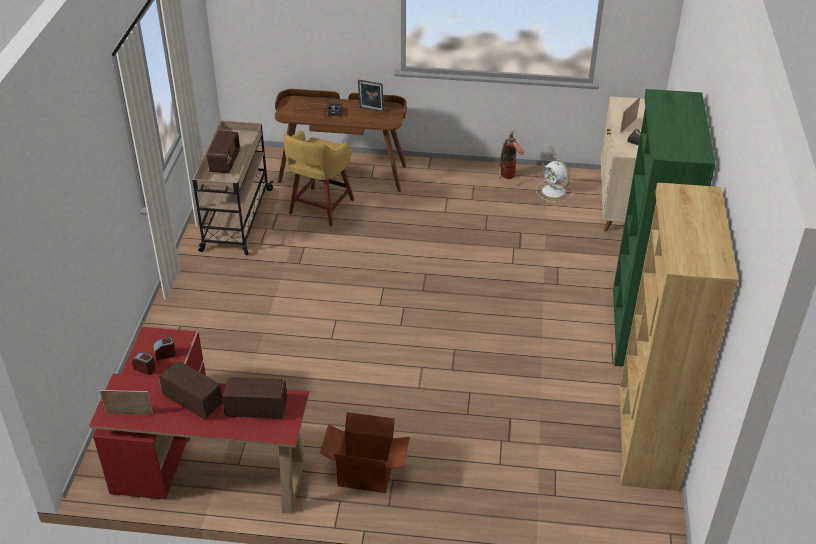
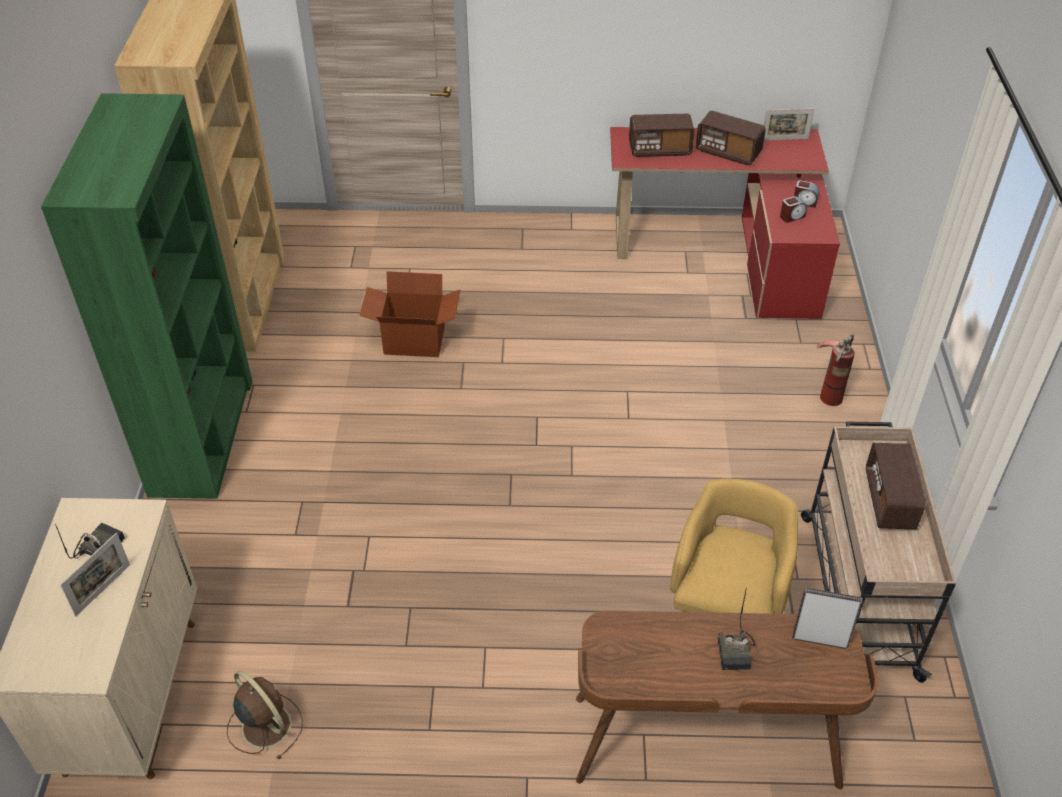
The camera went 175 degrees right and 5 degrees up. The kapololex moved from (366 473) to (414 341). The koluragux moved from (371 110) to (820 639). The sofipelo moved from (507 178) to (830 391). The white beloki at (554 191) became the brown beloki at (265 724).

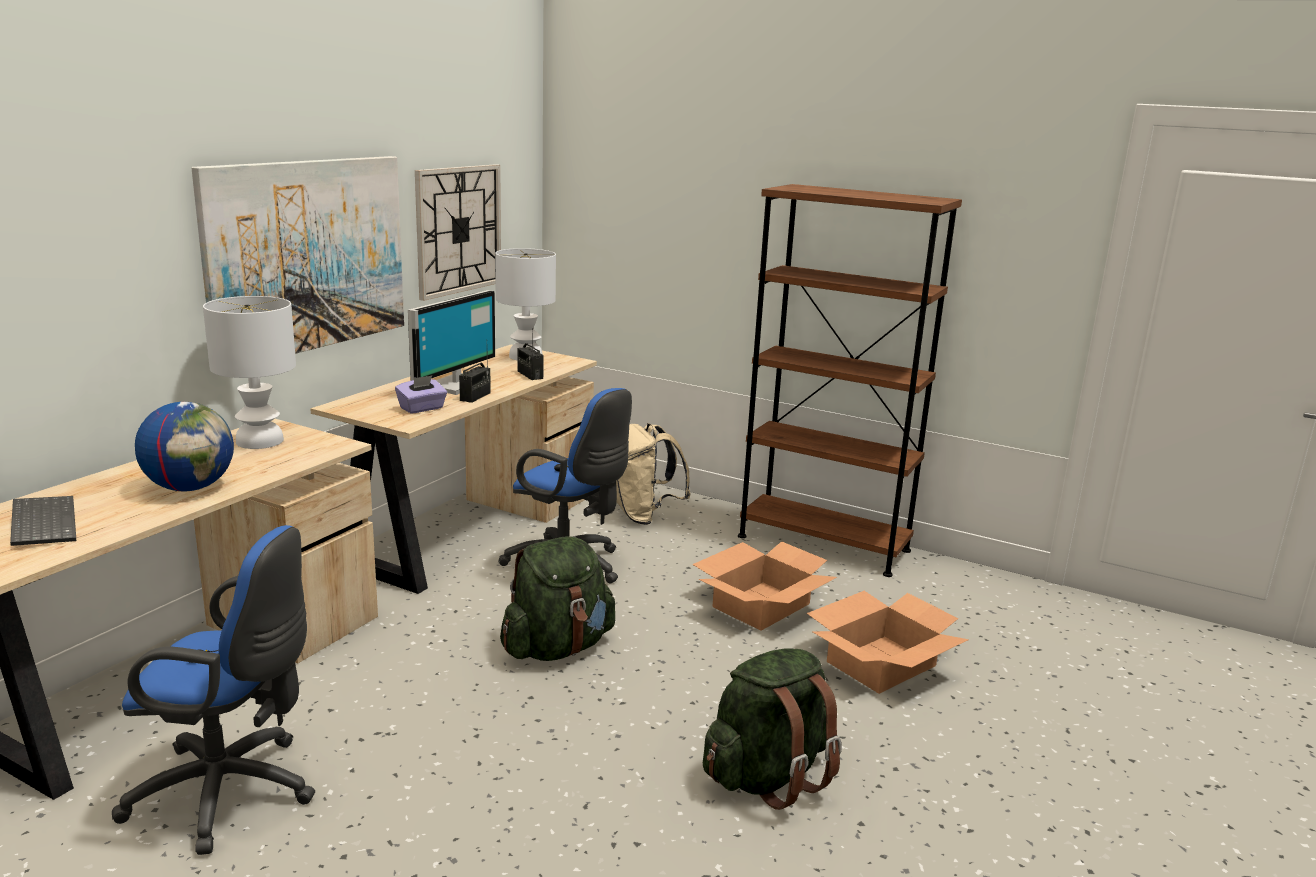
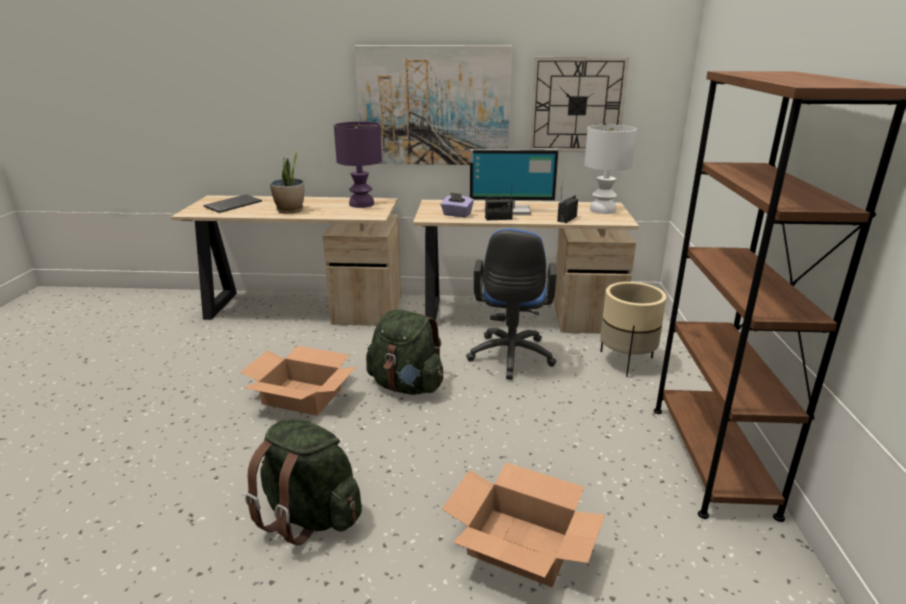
The camera went 65 degrees right and 5 degrees up. The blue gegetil at (232 793) disappeared. The kapololex moved from (761 605) to (302 396). The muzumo at (190 487) was replaced by the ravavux at (290 210). The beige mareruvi at (645 516) was replaced by the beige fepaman at (626 362). The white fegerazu at (260 440) became the purple fegerazu at (362 204).

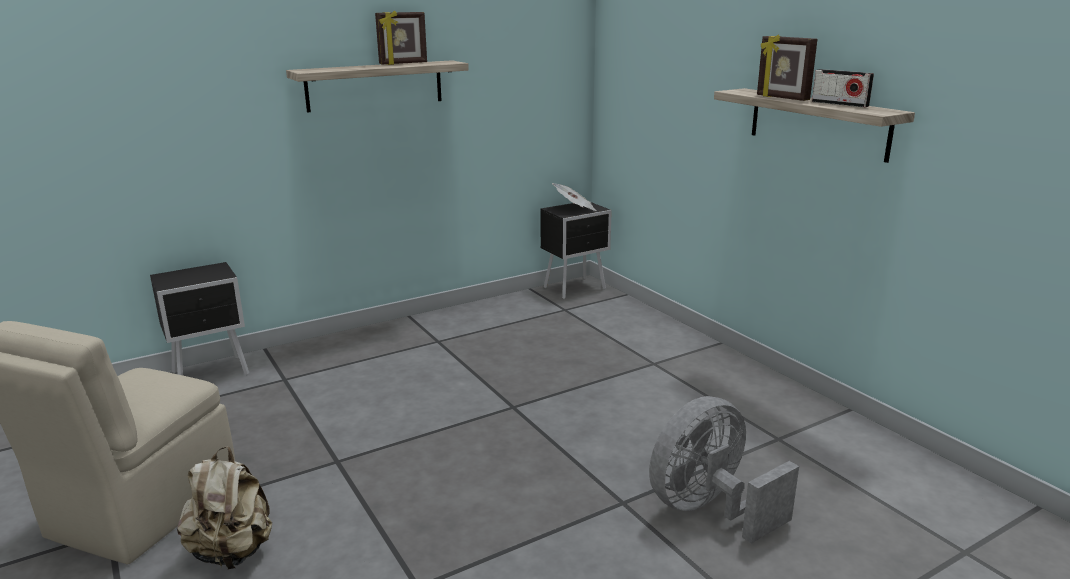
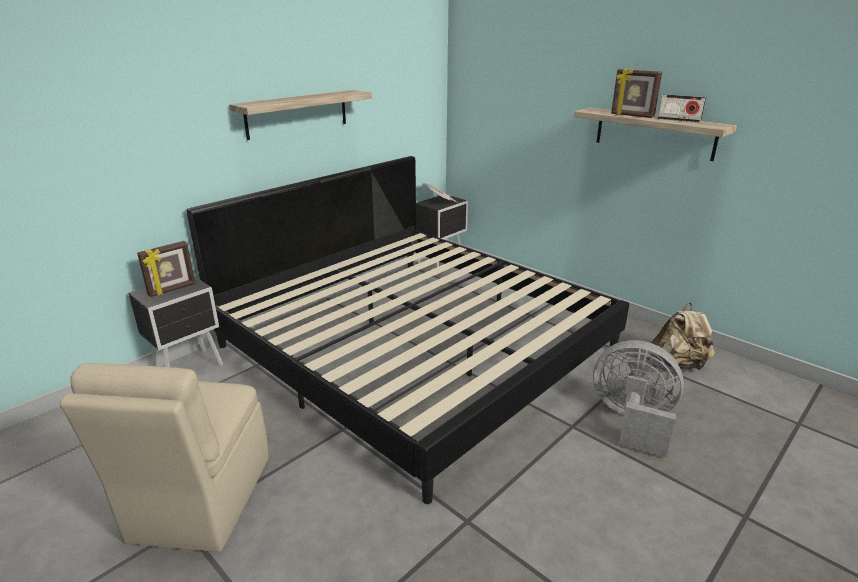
The camera went 15 degrees left and 5 degrees up. The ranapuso at (416 348) appeared. The beige mareruvi moved from (232 552) to (679 364). The koluragux moved from (403 63) to (172 290). The grey beloki at (709 509) turned 75 degrees clockwise.

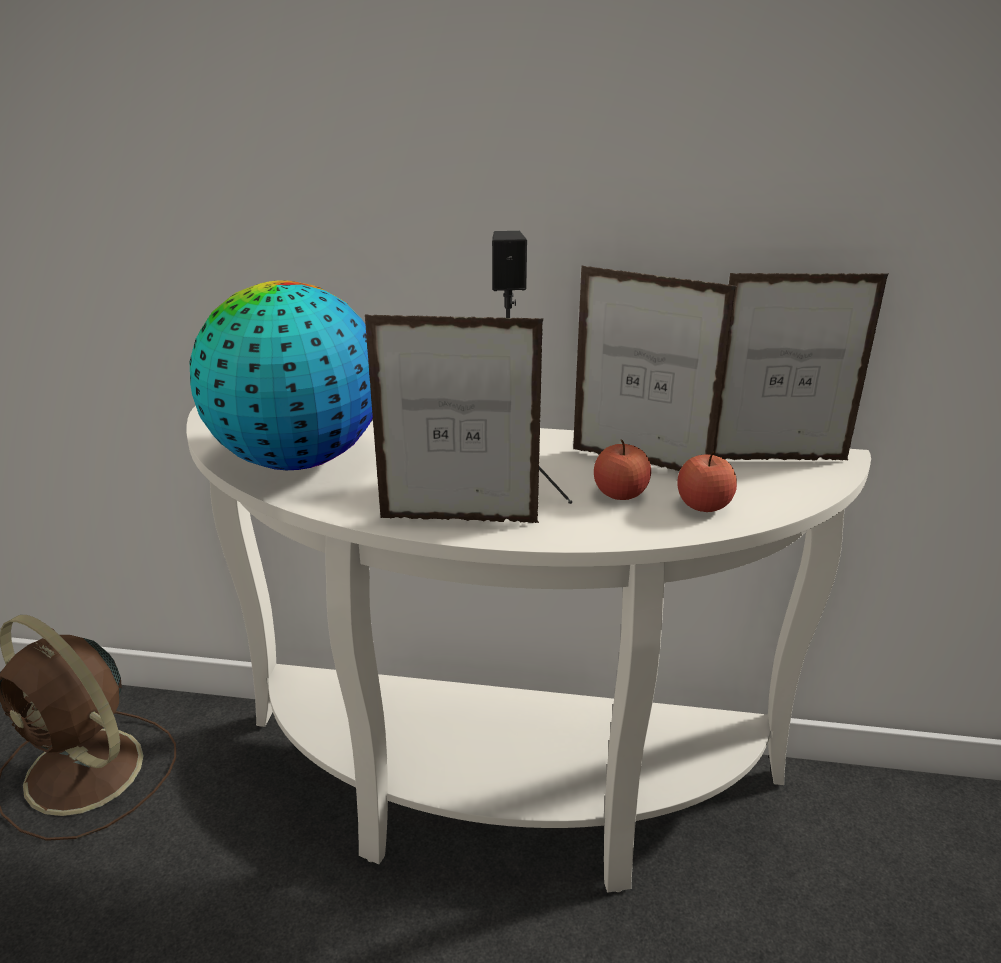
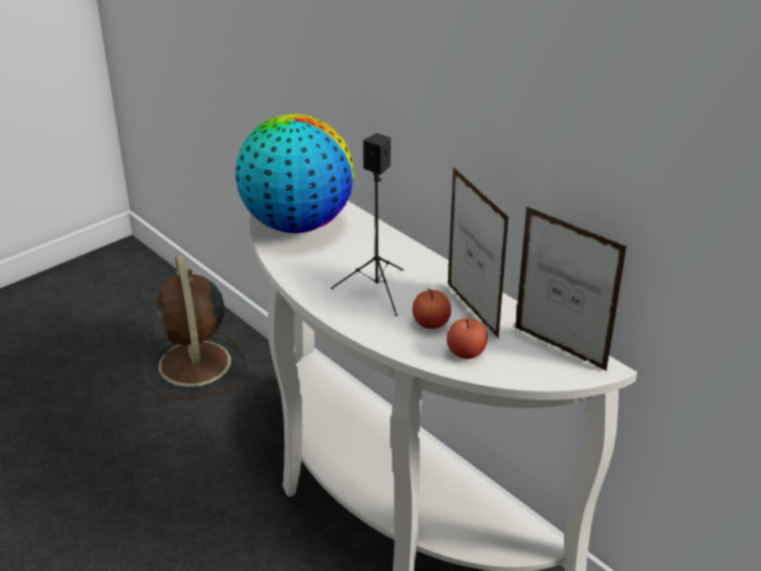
The camera went 40 degrees right and 5 degrees up. The koluragux at (459 520) disappeared.

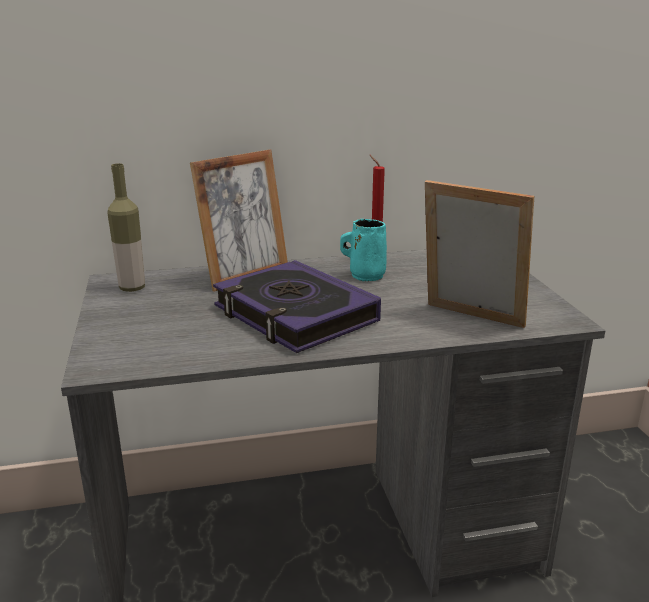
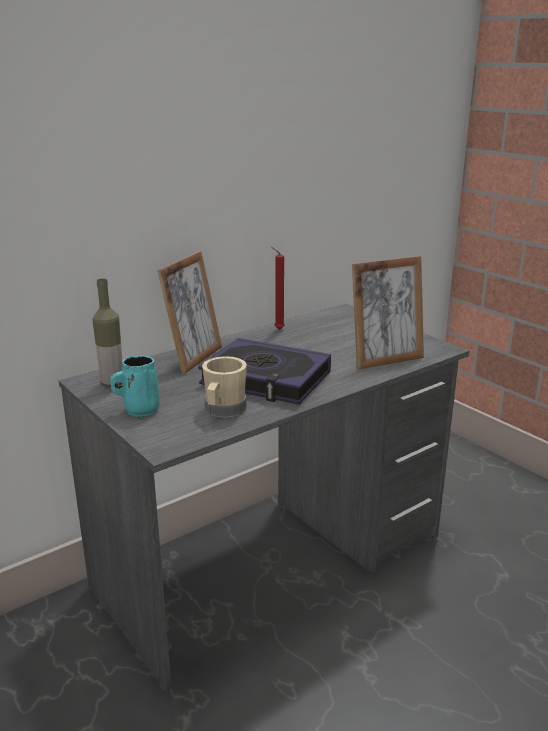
The camera went 25 degrees left and 0 degrees up. The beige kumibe at (223 410) appeared. The turquoise kumibe moved from (365 275) to (139 410). The koluragux at (470 320) turned 150 degrees clockwise.

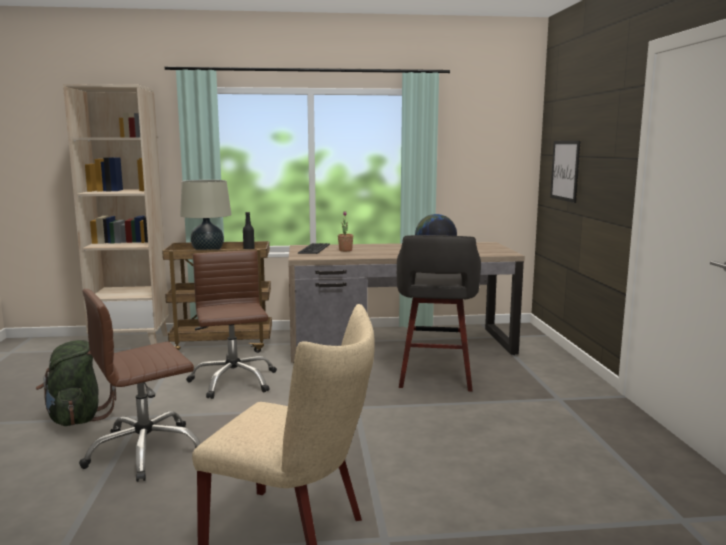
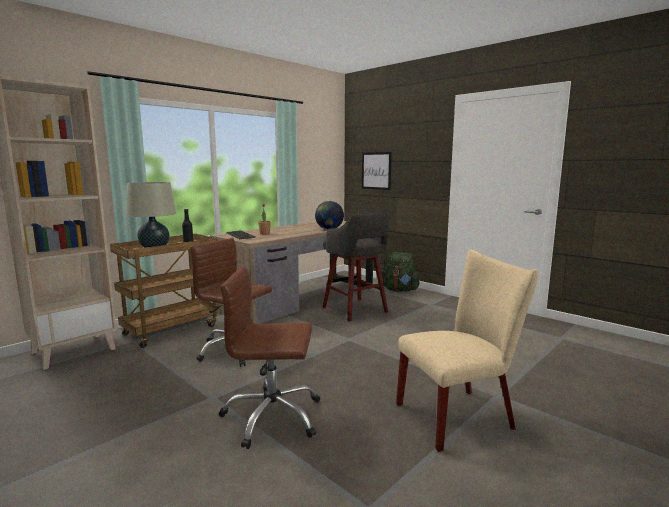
The camera went 40 degrees left and 0 degrees up. The green mareruvi moved from (77 418) to (399 290). The brown gegetil at (145 451) turned 75 degrees clockwise.

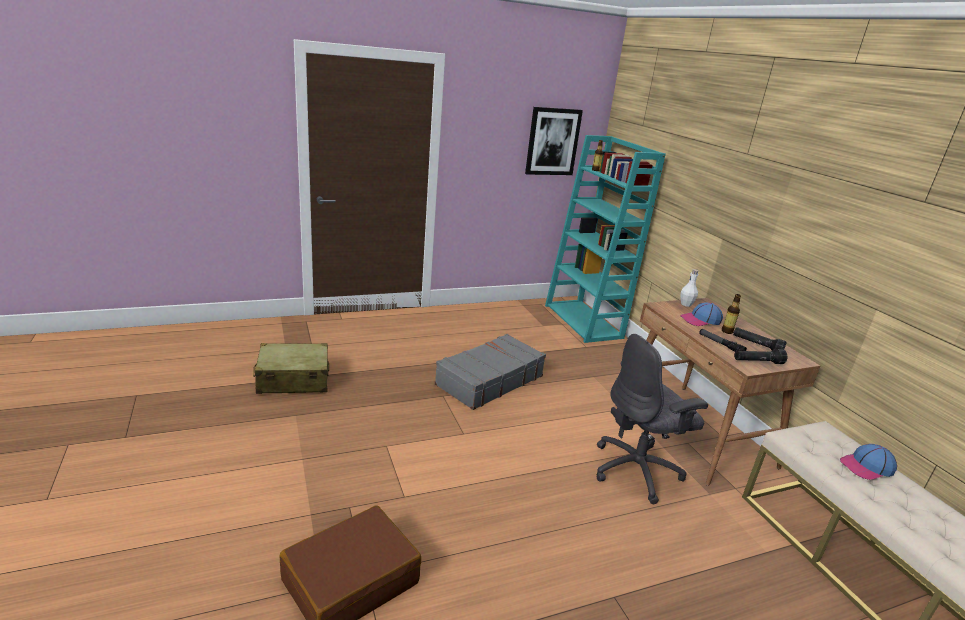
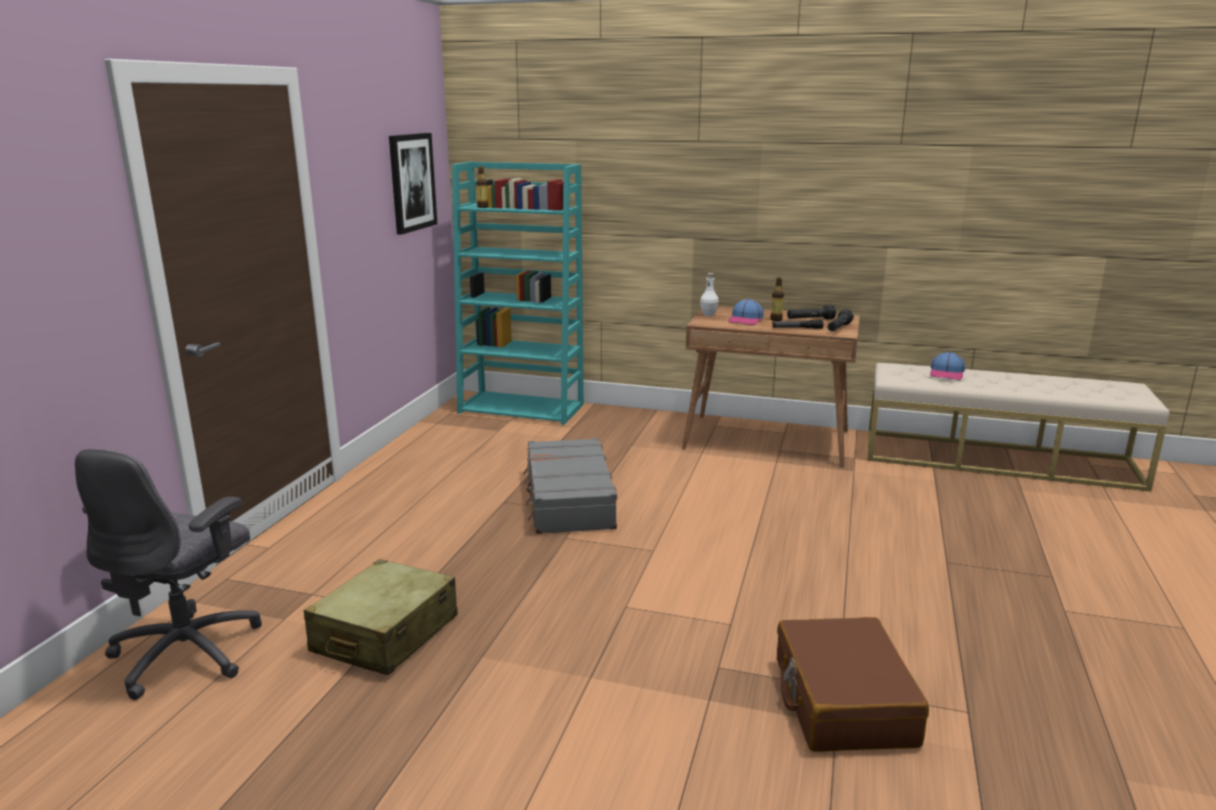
The camera went 50 degrees left and 5 degrees down. The grey gegetil moved from (637 470) to (189 652).

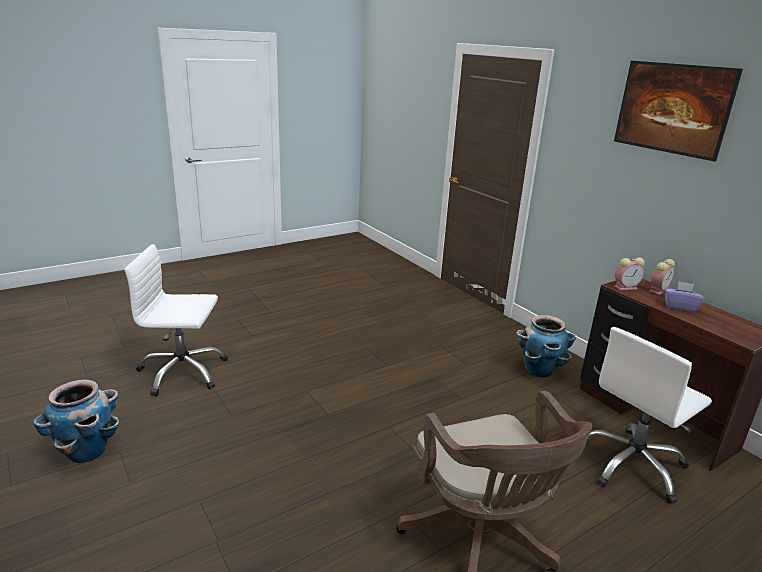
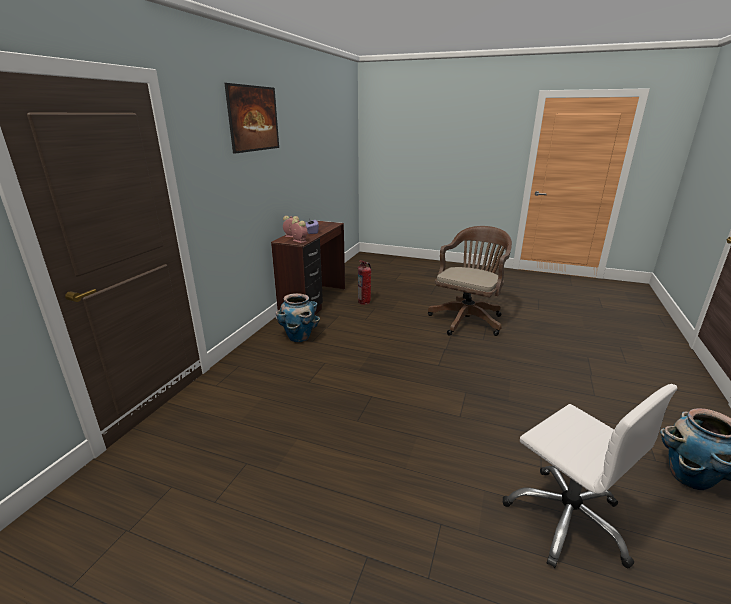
The camera went 125 degrees left and 0 degrees up. The white gegetil at (632 465) was replaced by the sofipelo at (364 302).

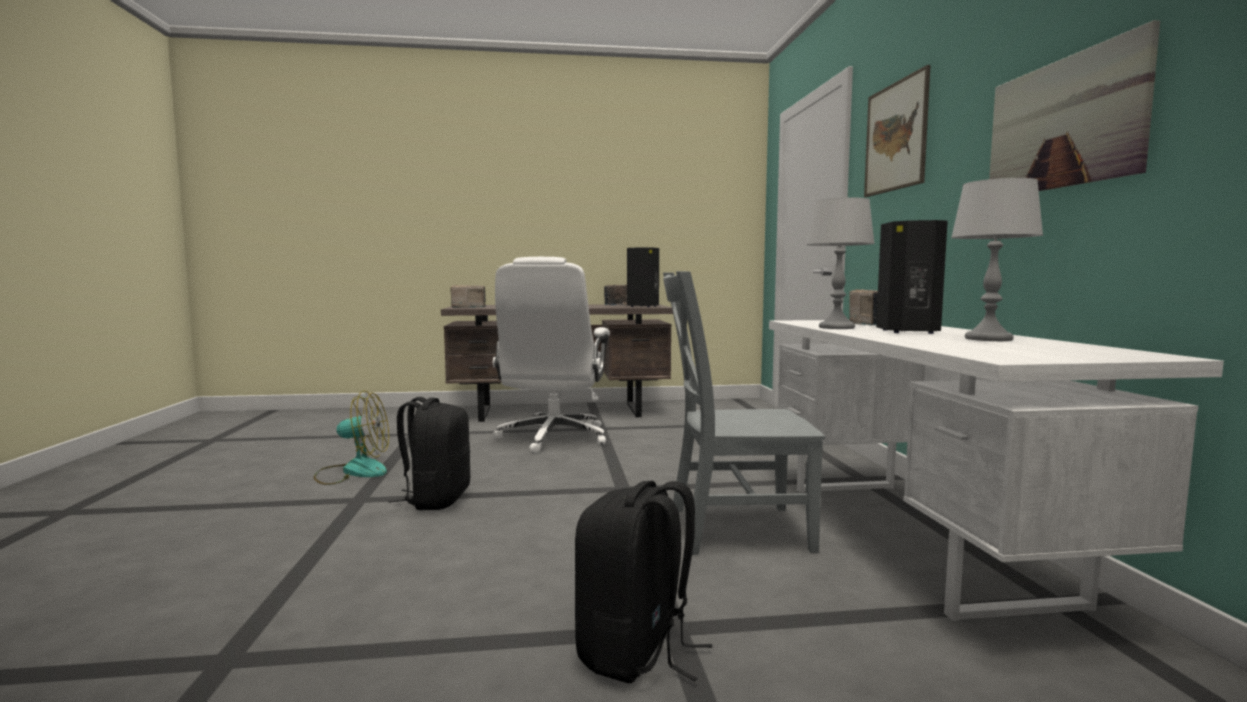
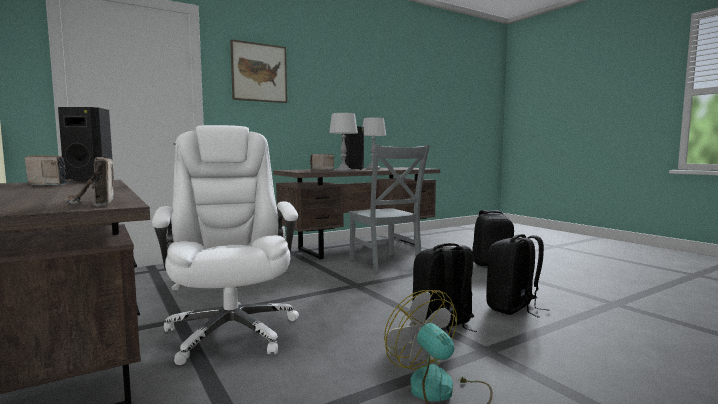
The camera went 115 degrees left and 0 degrees up. The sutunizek at (1063 124) disappeared. The black mareruvi at (513 308) appeared. The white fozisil at (916 537) became the brown fozisil at (360 246). The white gegetil at (553 438) turned 90 degrees counterclockwise.

